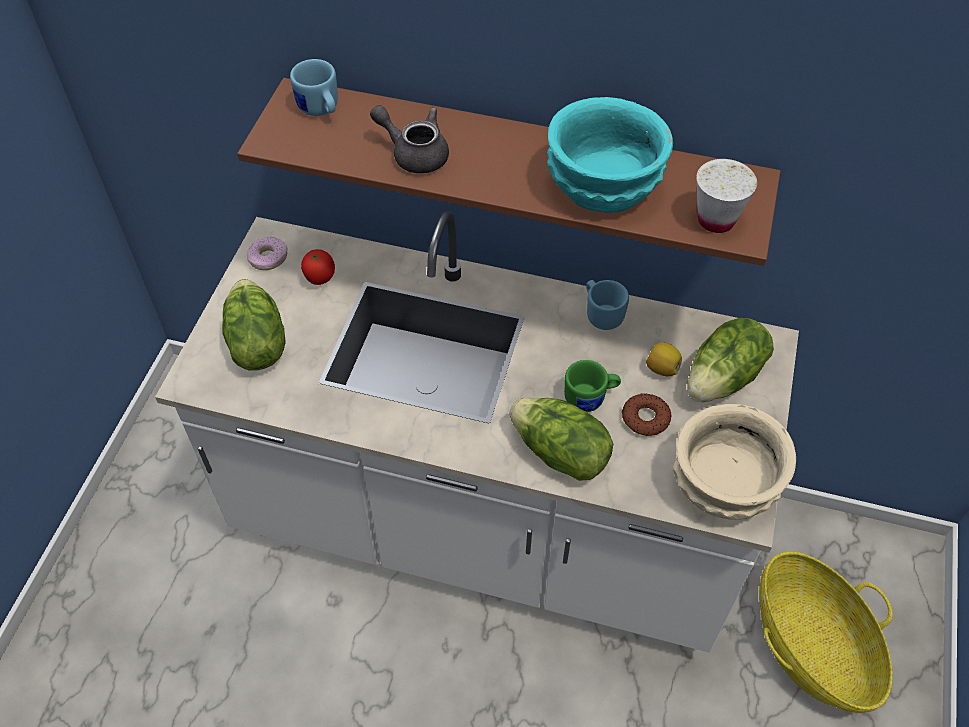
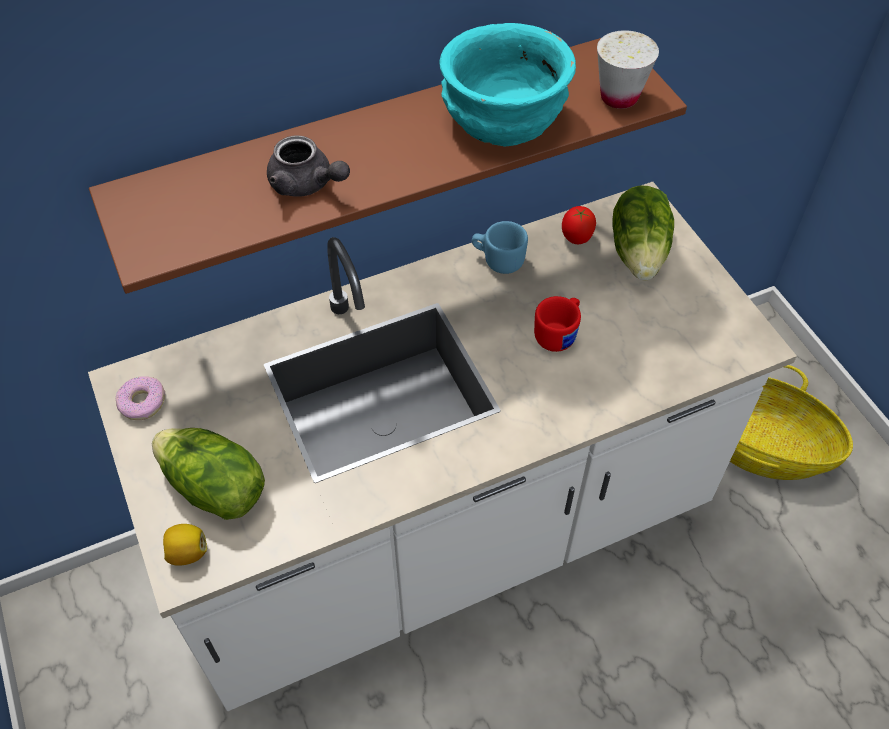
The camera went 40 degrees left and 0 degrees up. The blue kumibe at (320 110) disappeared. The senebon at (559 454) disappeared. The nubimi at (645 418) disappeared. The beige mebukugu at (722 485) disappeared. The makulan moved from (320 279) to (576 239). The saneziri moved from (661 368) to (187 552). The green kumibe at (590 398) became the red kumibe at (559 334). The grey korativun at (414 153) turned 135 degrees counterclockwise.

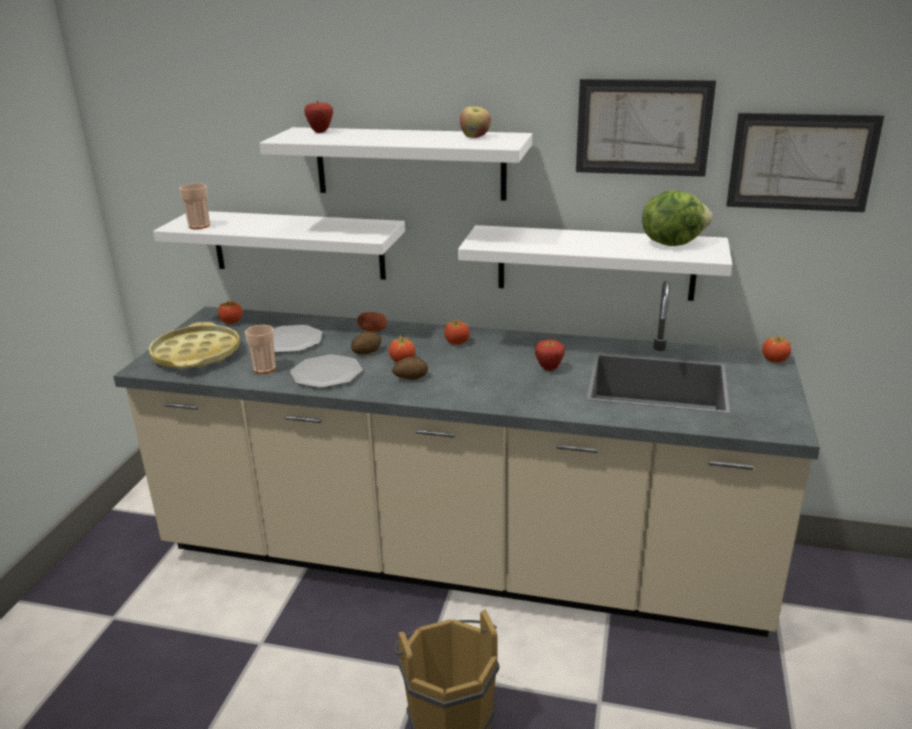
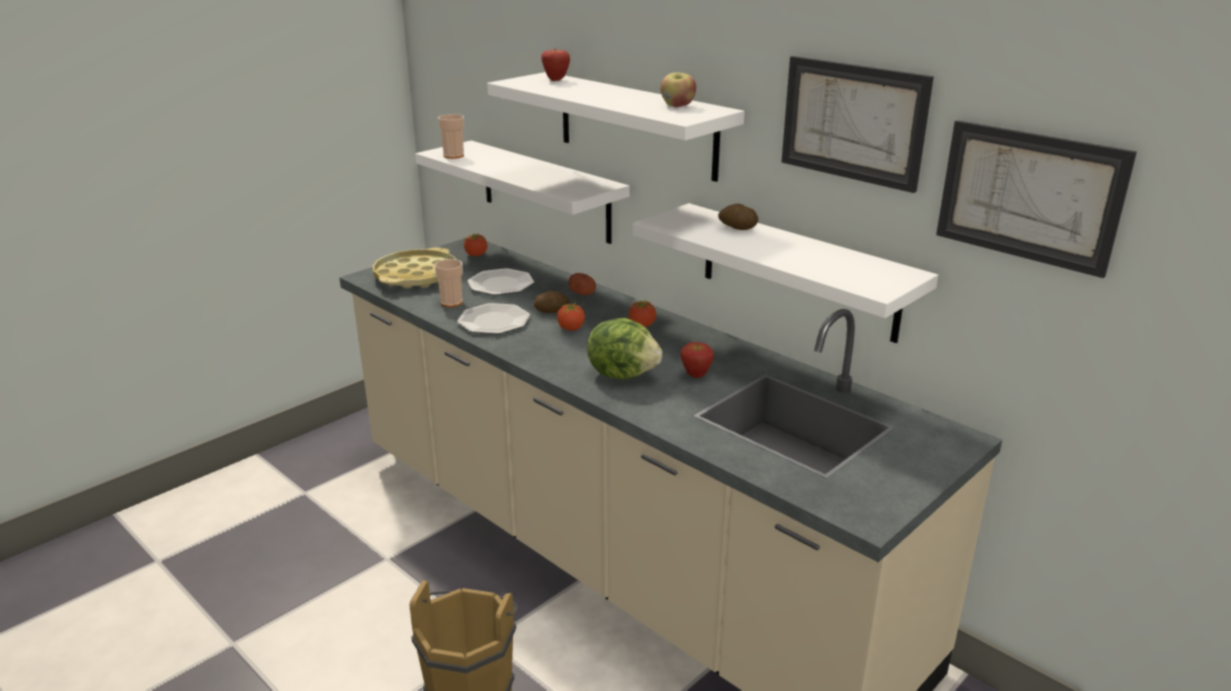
The camera went 30 degrees right and 0 degrees up. The makulan at (775 360) disappeared. The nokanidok moved from (410 378) to (737 228). The senebon moved from (671 243) to (623 374).

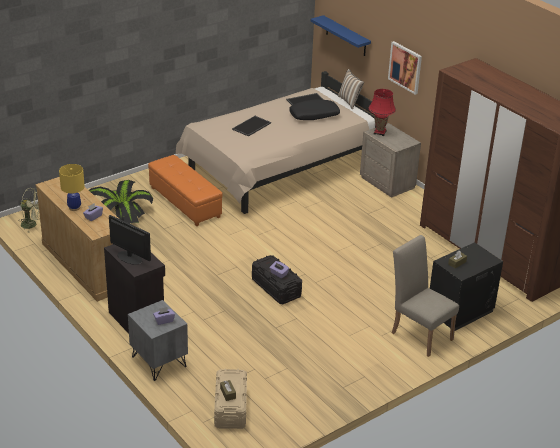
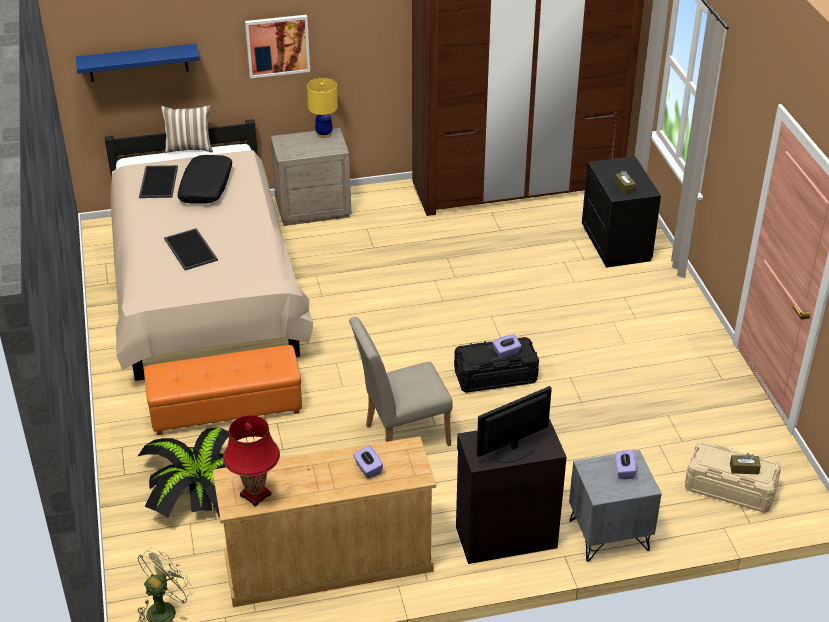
The camera went 65 degrees left and 5 degrees up. The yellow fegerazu moved from (74 208) to (324 134). The red fegerazu moved from (379 132) to (256 495). The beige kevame moved from (419 333) to (400 436).

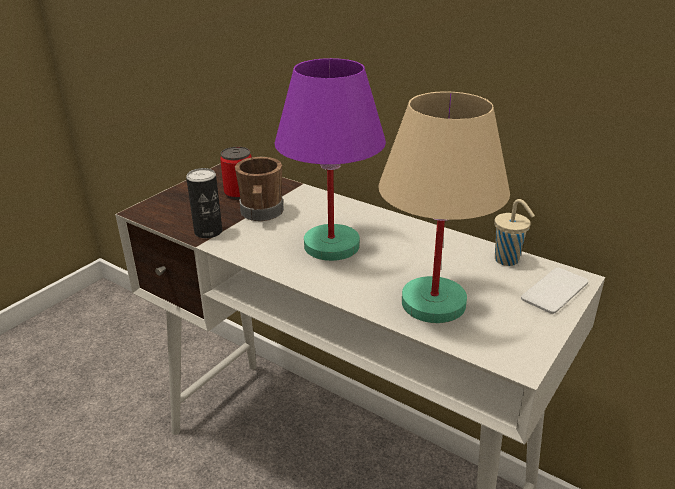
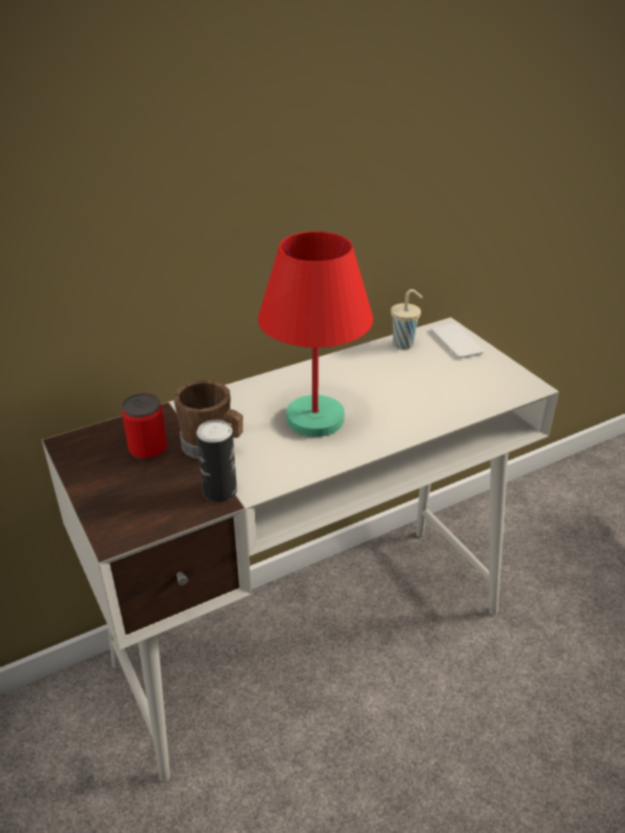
The camera went 65 degrees left and 5 degrees up. The beige fegerazu at (432 303) disappeared. The purple fegerazu at (332 245) became the red fegerazu at (314 418).

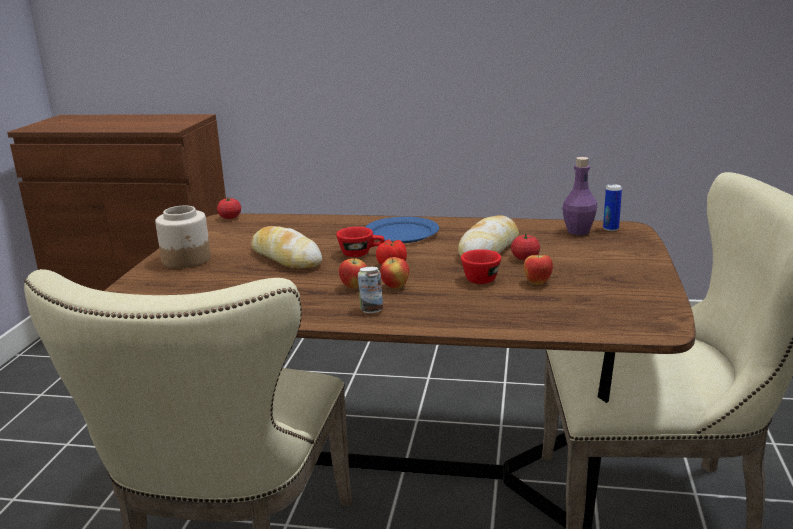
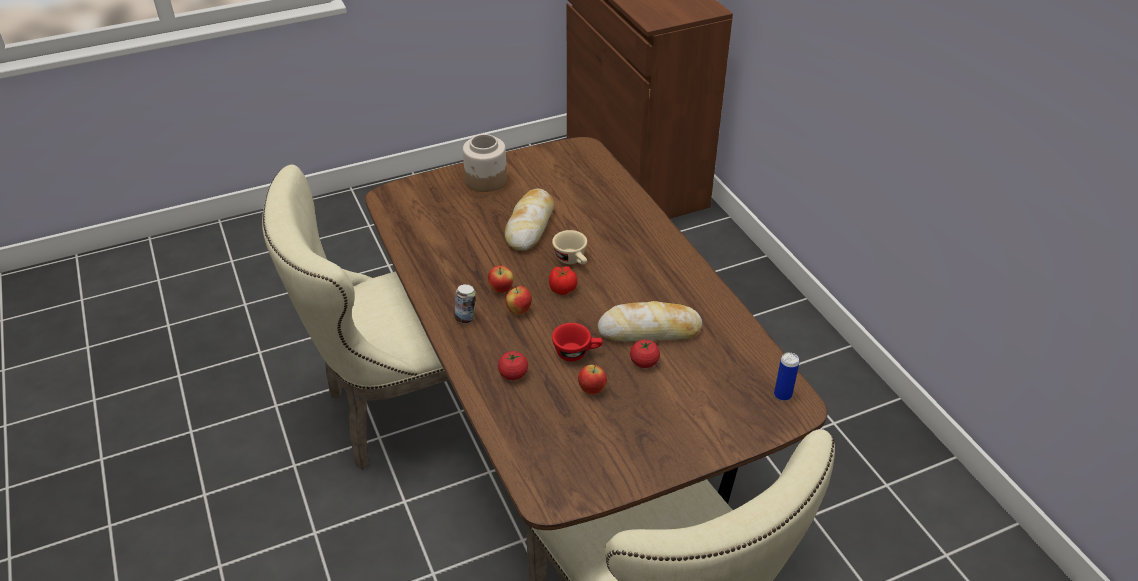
The camera went 55 degrees right and 20 degrees up. The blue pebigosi at (401 233) disappeared. The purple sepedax at (578 231) disappeared. The makulan moved from (230 217) to (513 374). The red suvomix at (361 253) became the beige suvomix at (573 260).

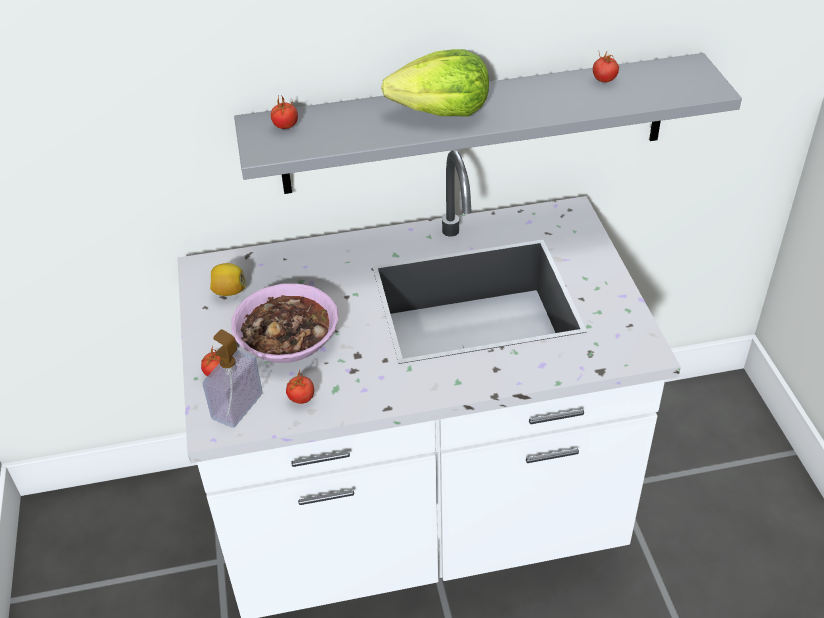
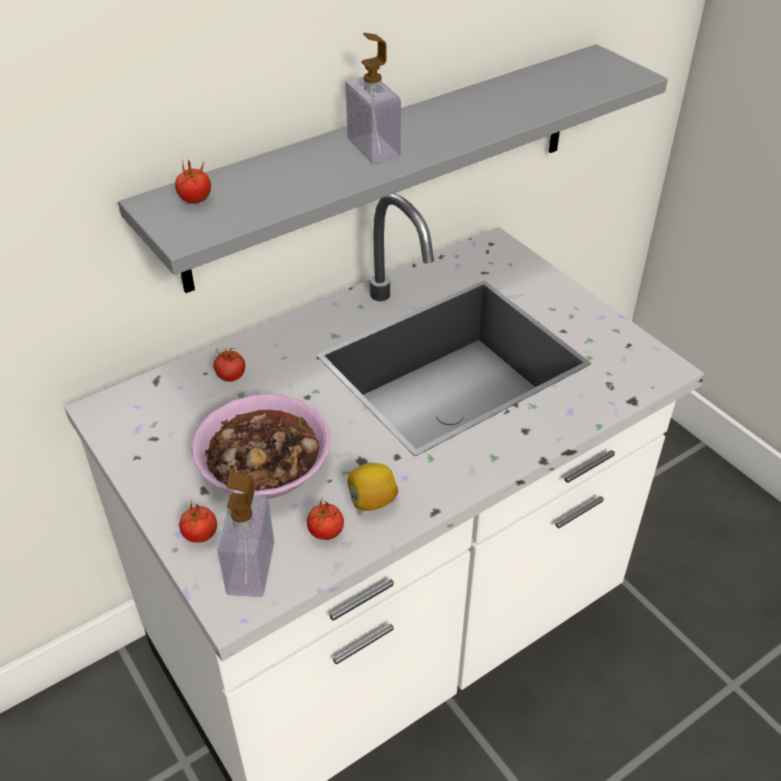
The camera went 25 degrees left and 0 degrees up. The saneziri moved from (229 291) to (372 501). The makulan moved from (604 80) to (231 376). The senebon at (442 111) was replaced by the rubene at (373 148).

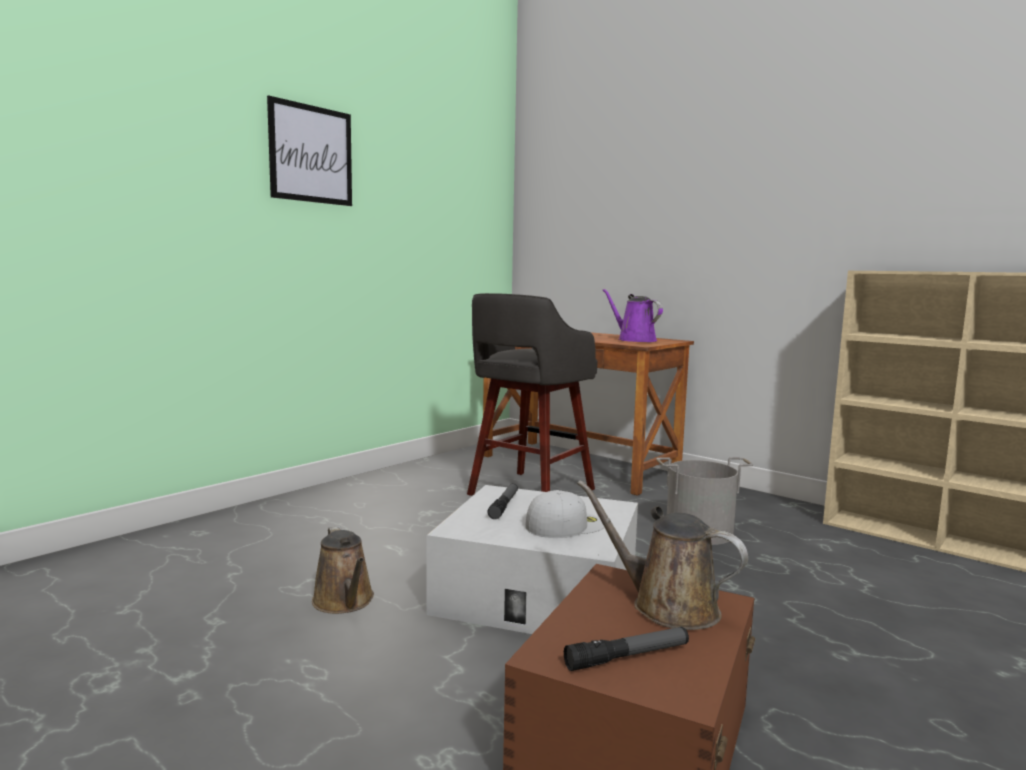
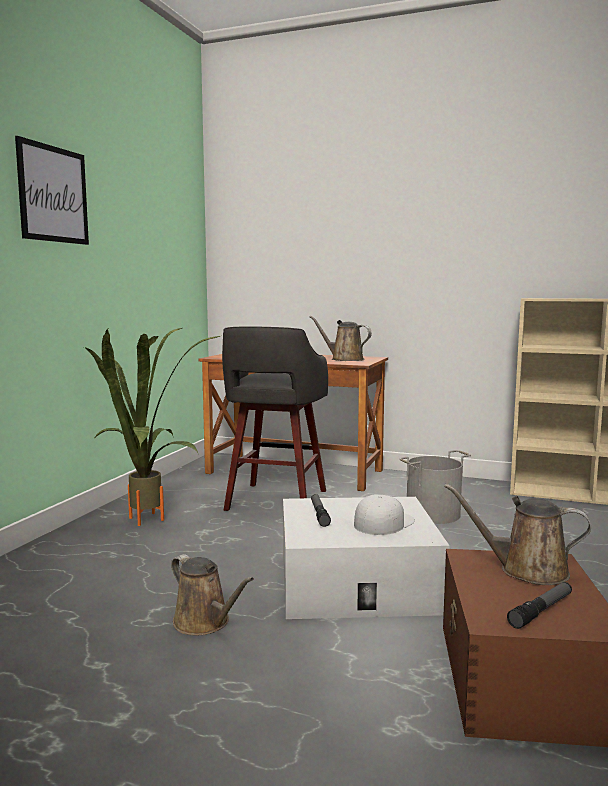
The camera went 20 degrees left and 0 degrees up. The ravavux at (147 523) appeared. The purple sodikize at (634 340) became the brown sodikize at (344 359).

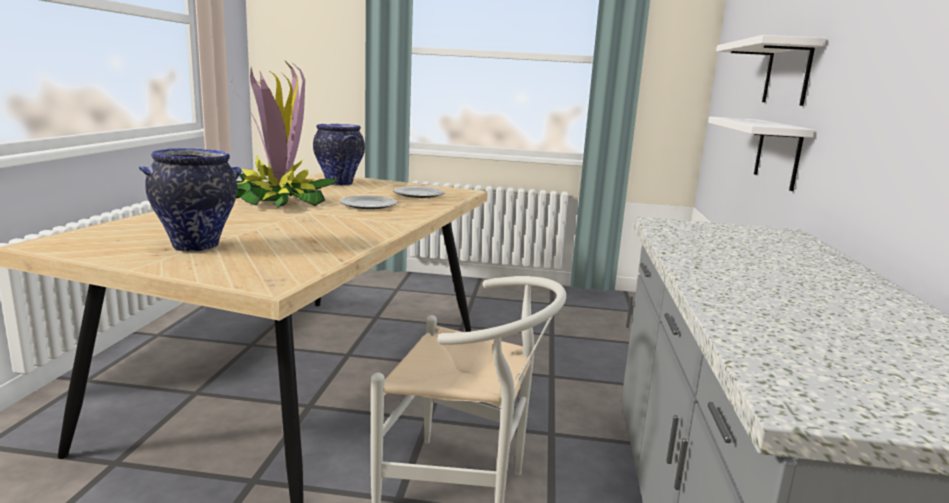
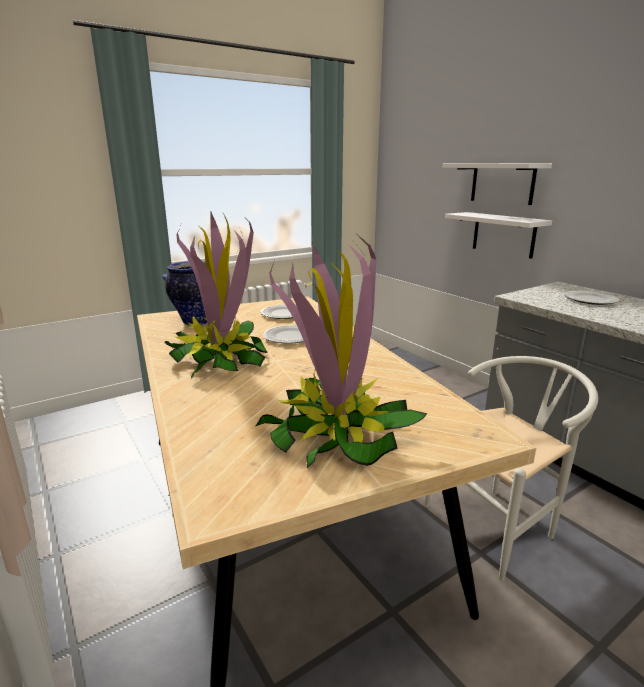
The camera went 40 degrees left and 5 degrees up. The pebigosi at (591 300) appeared. The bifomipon at (197 246) was replaced by the ravavux at (335 433).

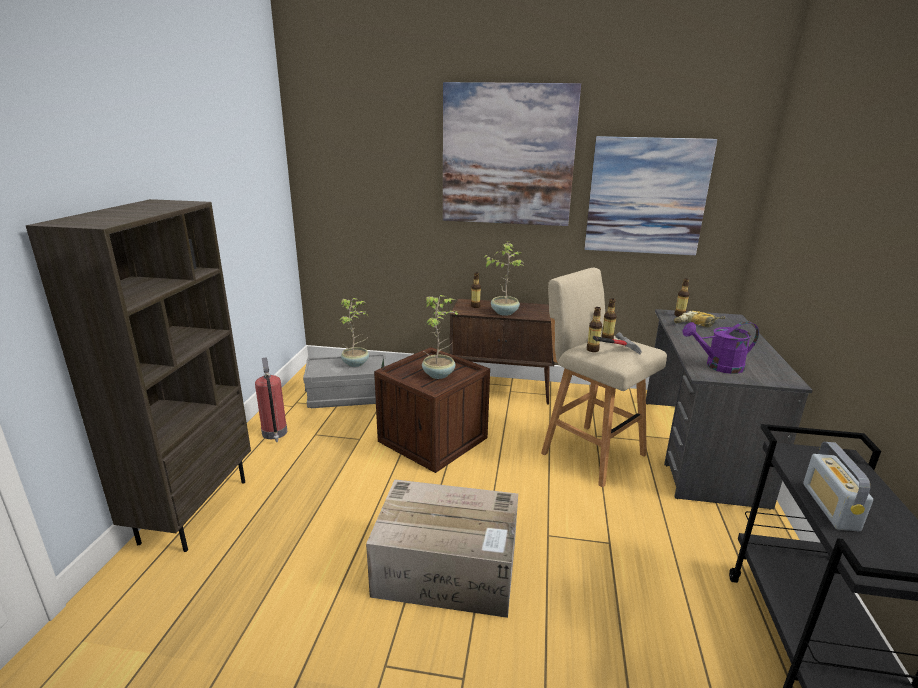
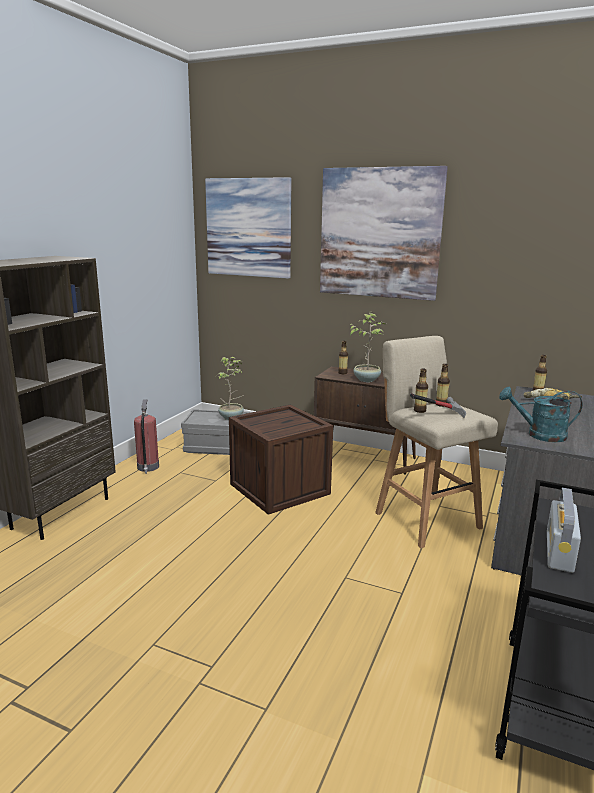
The camera went 15 degrees right and 5 degrees down. The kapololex at (449 568) disappeared. The ravavux at (439 374) disappeared. The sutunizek moved from (646 196) to (248 228). The purple sodikize at (718 366) became the turquoise sodikize at (539 435).

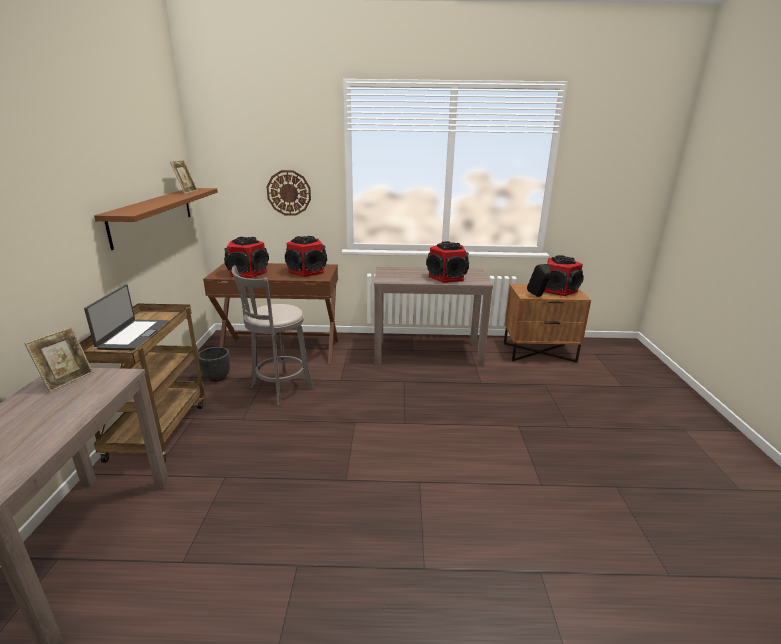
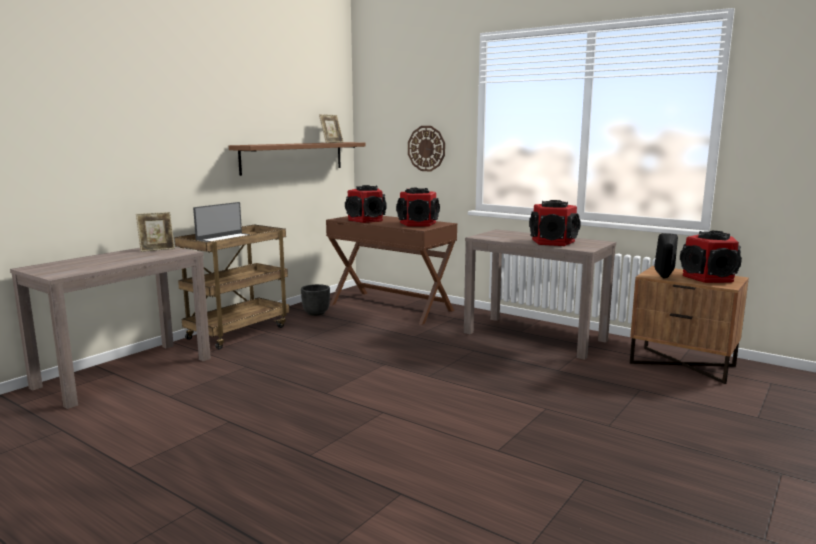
The camera went 35 degrees right and 10 degrees down. The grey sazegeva at (279 389) disappeared.

